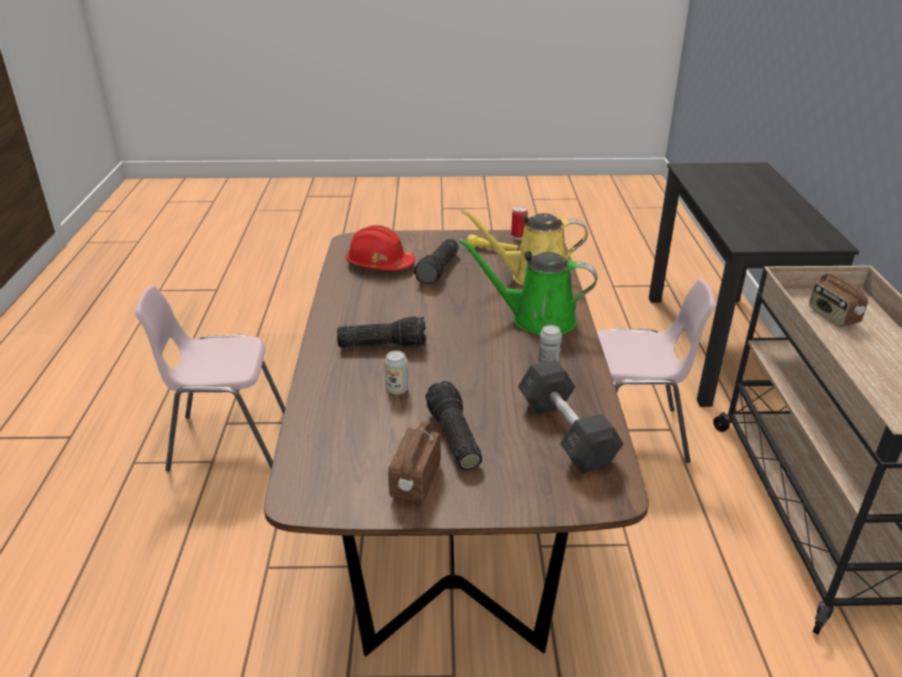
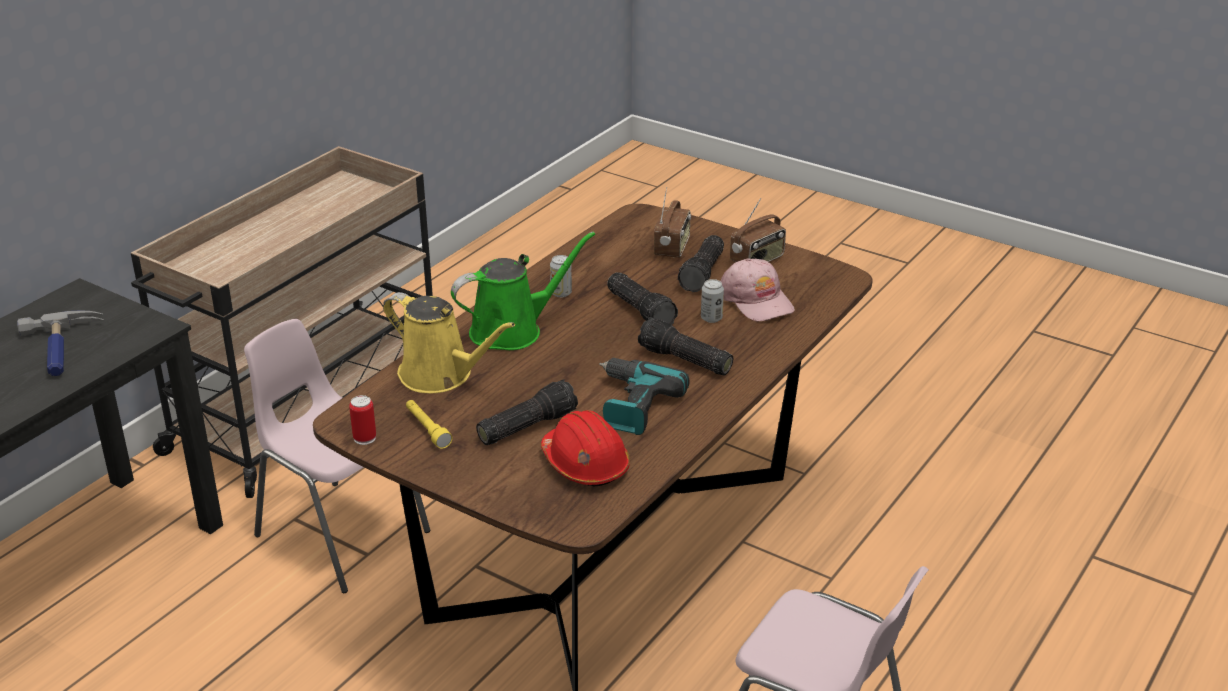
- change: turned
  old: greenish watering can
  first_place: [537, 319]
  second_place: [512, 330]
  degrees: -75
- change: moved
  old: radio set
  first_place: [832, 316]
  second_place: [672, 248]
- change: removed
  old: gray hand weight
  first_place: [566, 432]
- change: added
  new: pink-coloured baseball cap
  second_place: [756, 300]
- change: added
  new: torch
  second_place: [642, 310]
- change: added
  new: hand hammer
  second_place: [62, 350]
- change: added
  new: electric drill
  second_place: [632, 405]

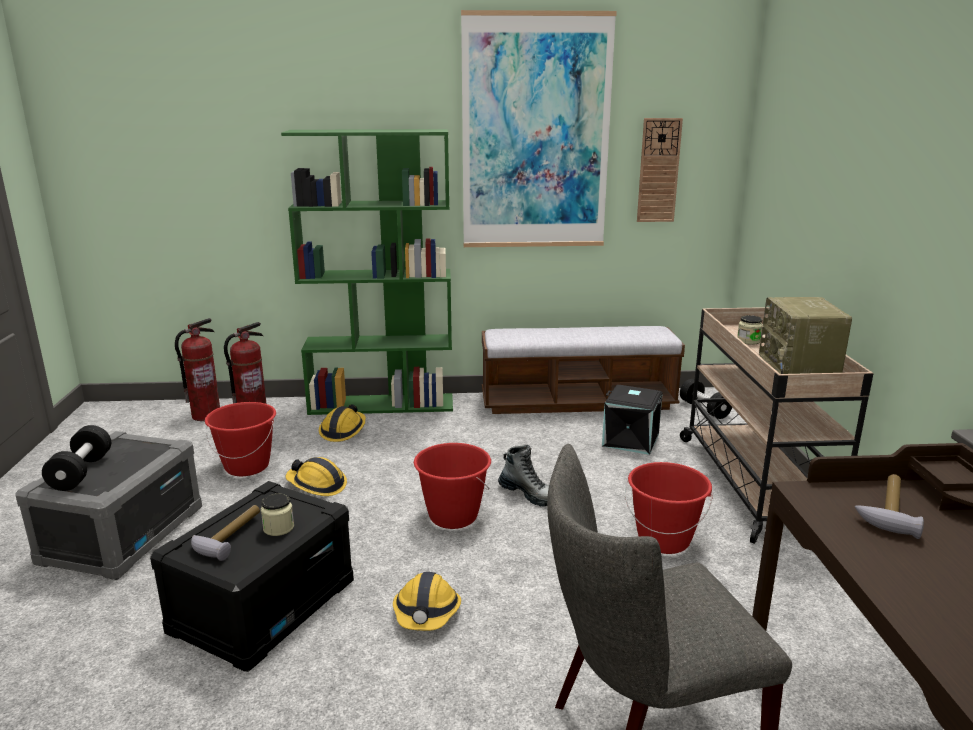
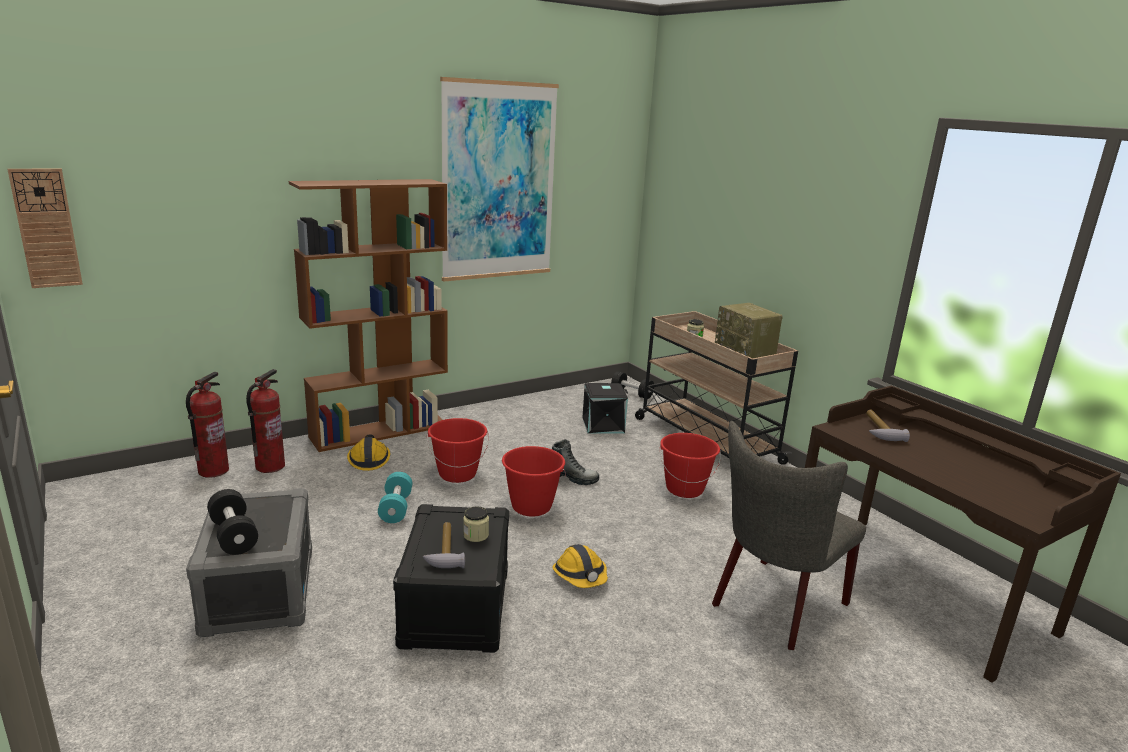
- change: moved
  old: clock on the wall
  first_place: [658, 170]
  second_place: [46, 228]
- change: recoloured
  old: greenish bookshelf
  new: brown bookshelf
  first_place: [382, 404]
  second_place: [380, 431]
- change: removed
  old: long seat
  first_place: [577, 402]
- change: moved
  old: reddish water bucket
  first_place: [247, 466]
  second_place: [457, 474]
- change: replaced
  old: hard hat
  new: turquoise hand weight
  first_place: [317, 485]
  second_place: [396, 508]

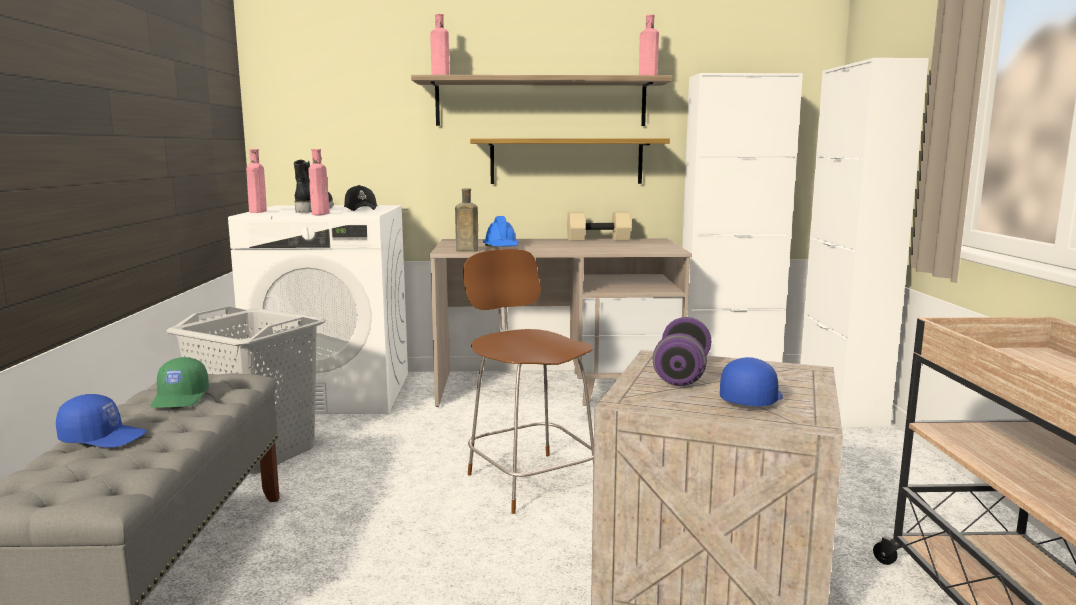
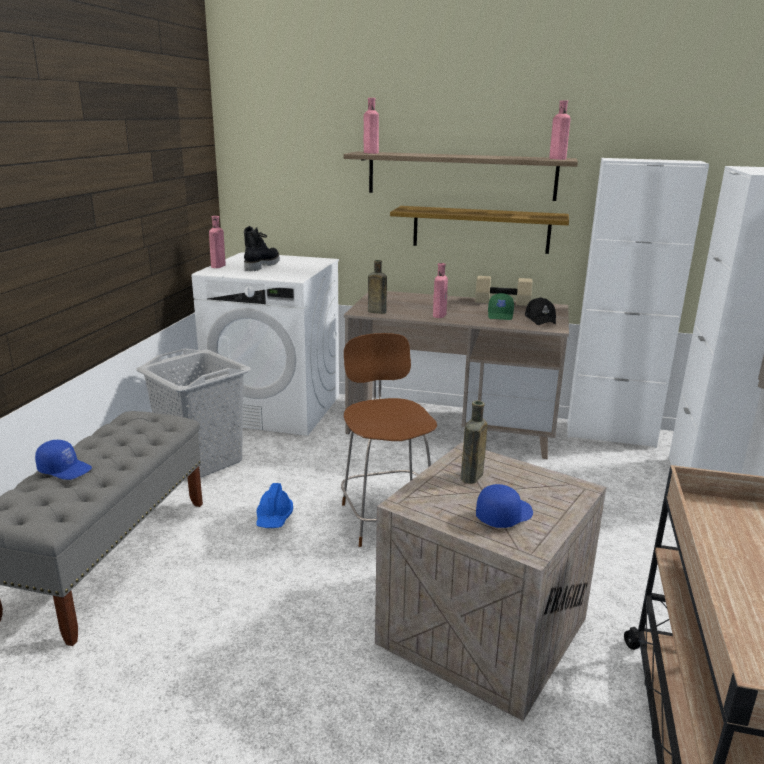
- change: moved
  old: pink-coloured beverage bottle
  first_place: [321, 214]
  second_place: [439, 315]
- change: moved
  old: black-coloured baseball cap
  first_place: [361, 209]
  second_place: [540, 319]
- change: moved
  old: blue-coloured hard hat
  first_place: [501, 248]
  second_place: [274, 517]
- change: replaced
  old: purplish hand weight
  new: brown beverage bottle
  first_place: [682, 374]
  second_place: [471, 477]
- change: moved
  old: greenish baseball cap
  first_place: [181, 398]
  second_place: [501, 315]

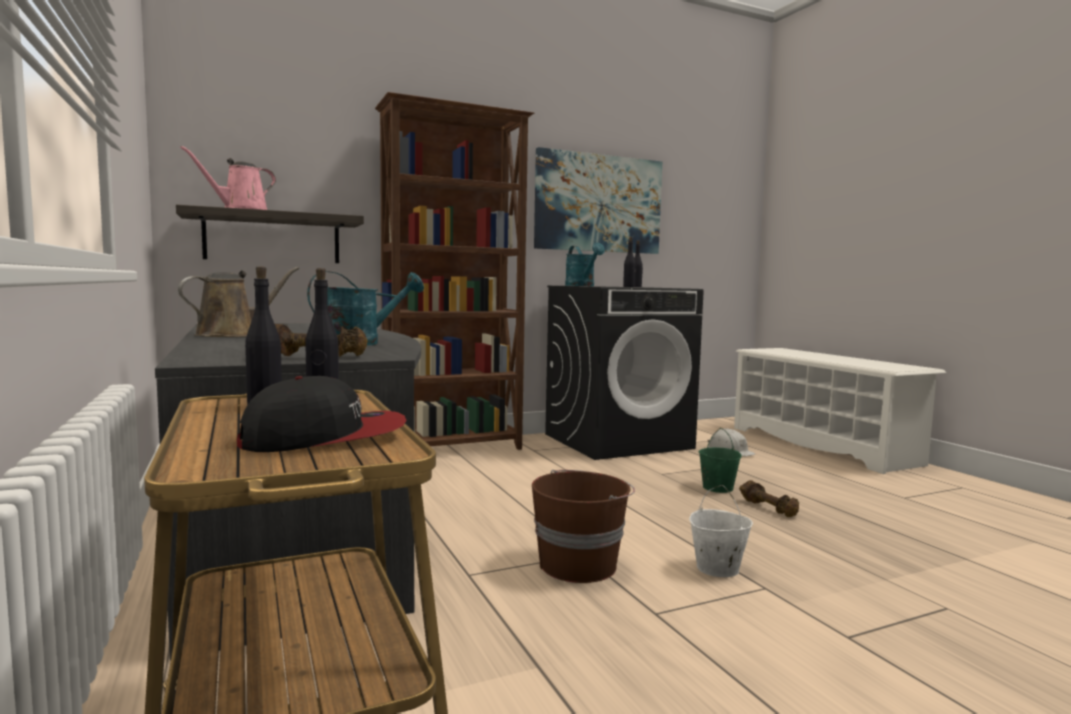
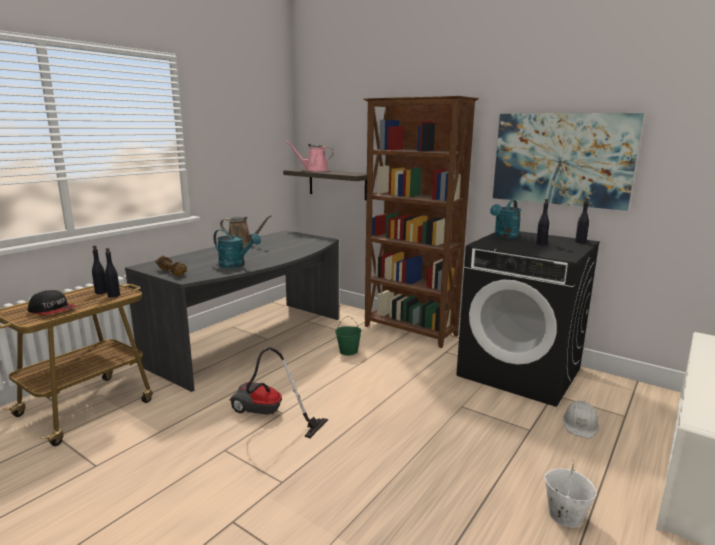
- change: moved
  old: greenish water bucket
  first_place: [717, 488]
  second_place: [348, 351]
- change: replaced
  old: brown water bucket
  new: vacuum
  first_place: [579, 565]
  second_place: [267, 415]
- change: removed
  old: brown hand weight
  first_place: [769, 508]
- change: moved
  old: white water bucket
  first_place: [717, 569]
  second_place: [564, 515]

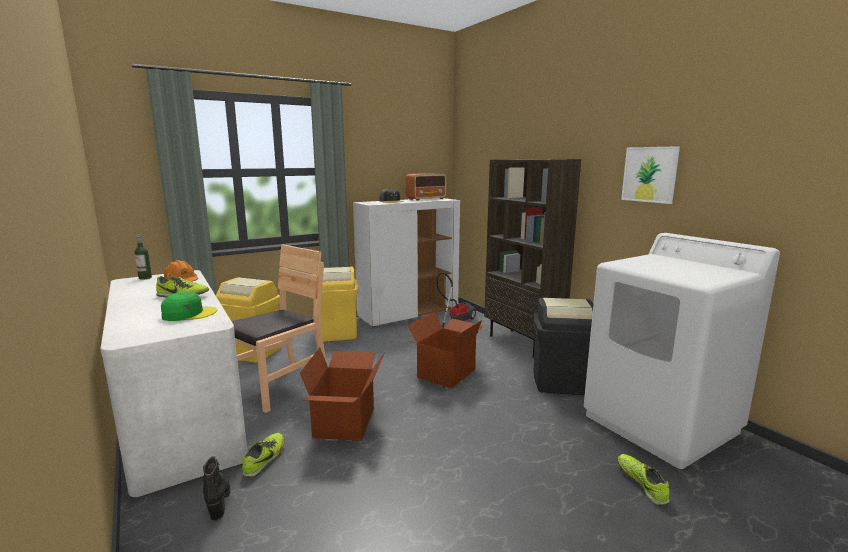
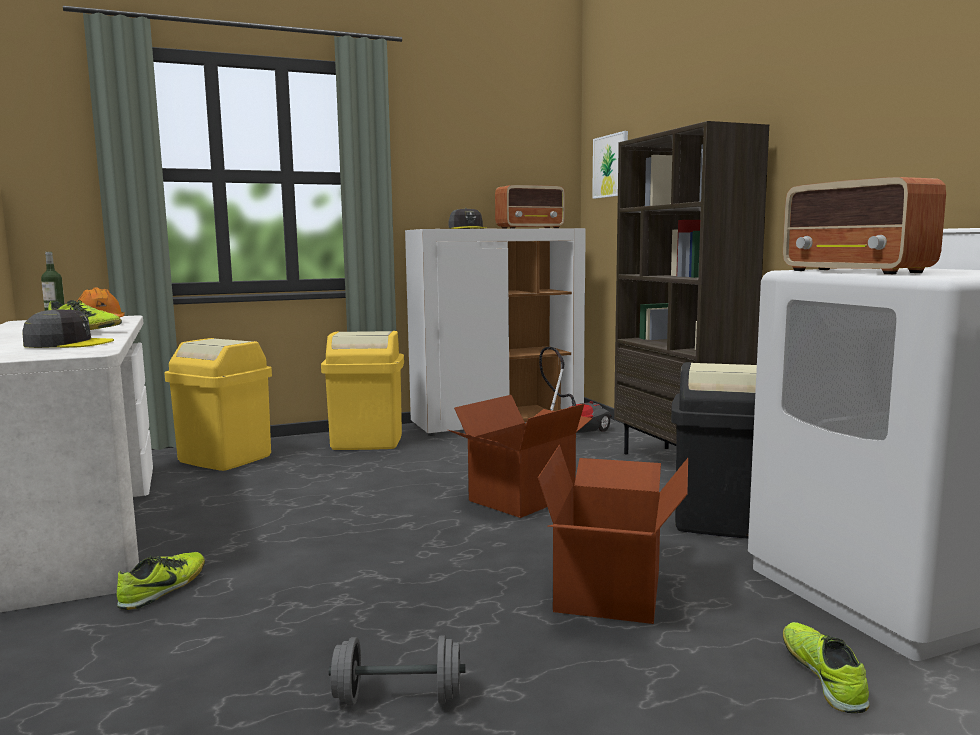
- change: moved
  old: wall picture
  first_place: [649, 174]
  second_place: [611, 166]
- change: removed
  old: brown plain chair
  first_place: [279, 385]
- change: recoloured
  old: greenish baseball cap
  new: gray baseball cap
  first_place: [189, 314]
  second_place: [68, 344]
- change: moved
  old: carton
  first_place: [346, 422]
  second_place: [611, 591]
- change: removed
  old: black-coloured high-top boot
  first_place: [218, 499]
- change: added
  new: radio set
  second_place: [856, 271]
- change: added
  new: gray hand weight
  second_place: [398, 698]

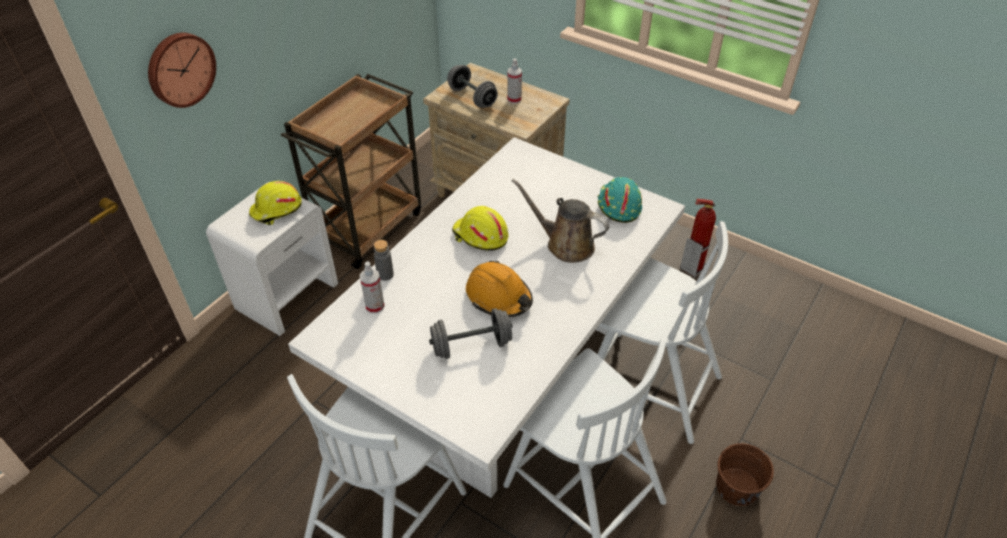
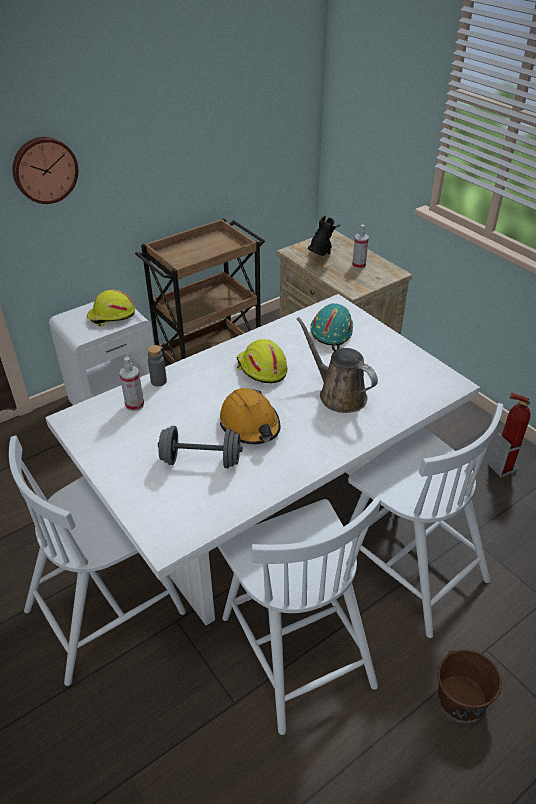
- change: replaced
  old: gray hand weight
  new: black-coloured high-top boot
  first_place: [472, 97]
  second_place: [320, 257]
- change: moved
  old: turquoise hard hat
  first_place: [618, 205]
  second_place: [331, 331]

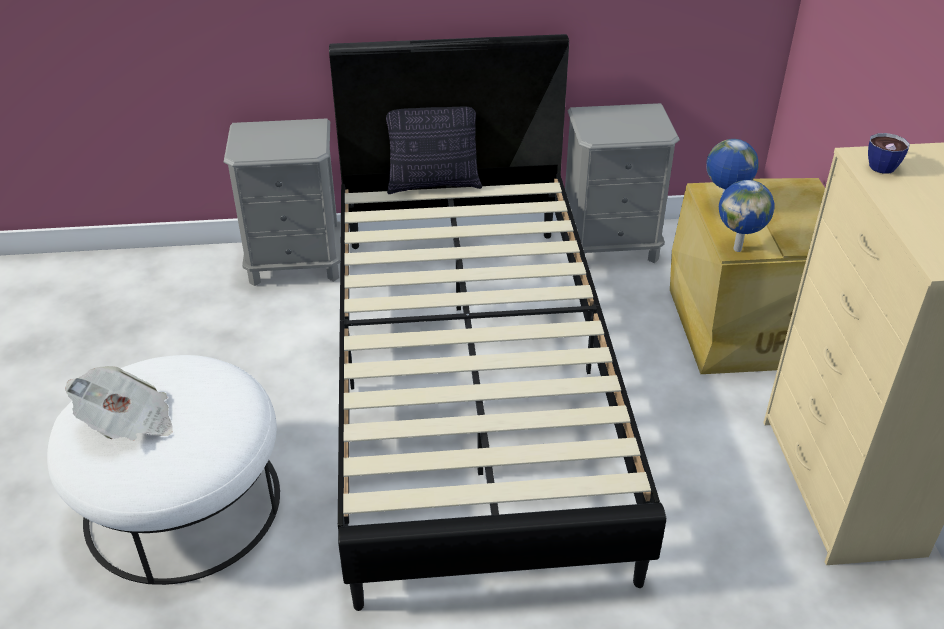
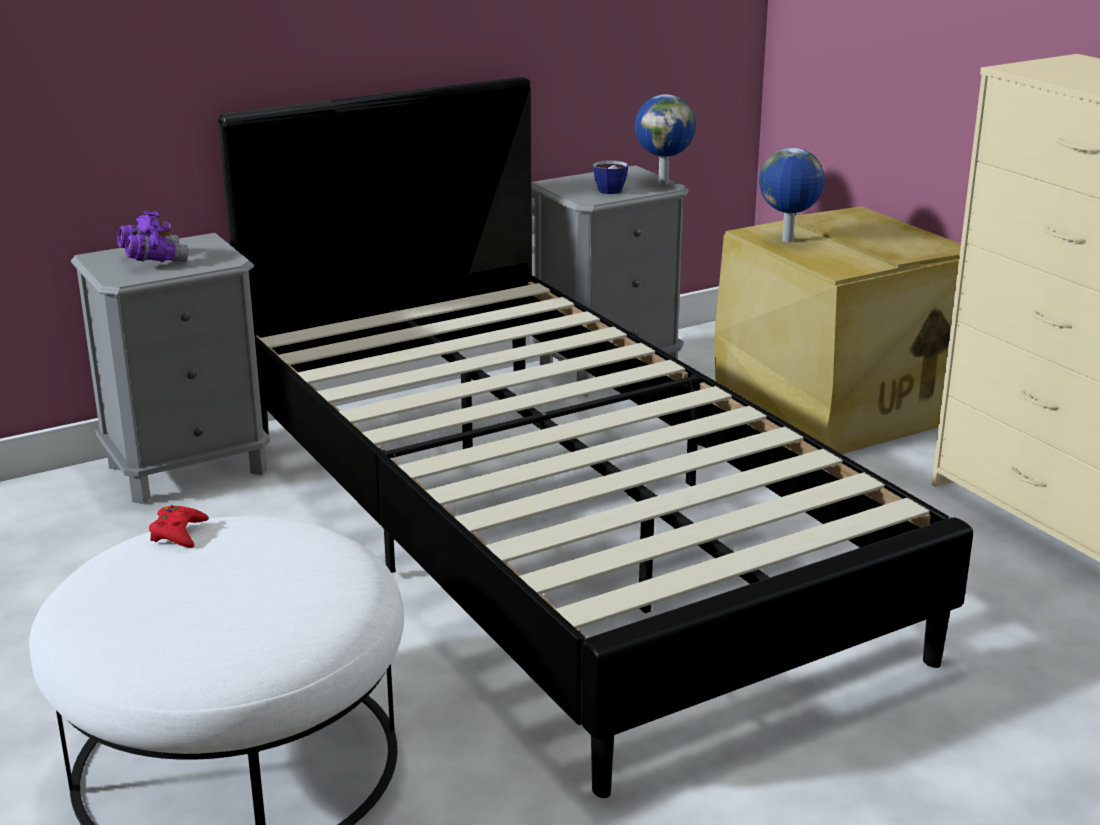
- change: removed
  old: pillow
  first_place: [434, 184]
- change: moved
  old: drinking cup
  first_place: [882, 164]
  second_place: [609, 189]
- change: moved
  old: desk globe
  first_place: [738, 248]
  second_place: [663, 183]
- change: removed
  old: newspaper
  first_place: [128, 423]
- change: added
  new: purplish pair of binoculars
  second_place: [153, 260]
- change: added
  new: reddish game controller
  second_place: [178, 533]

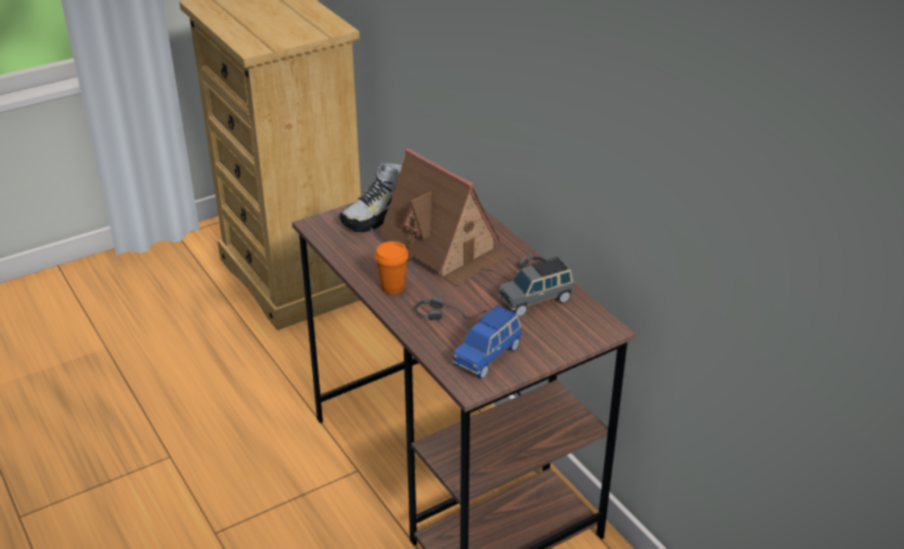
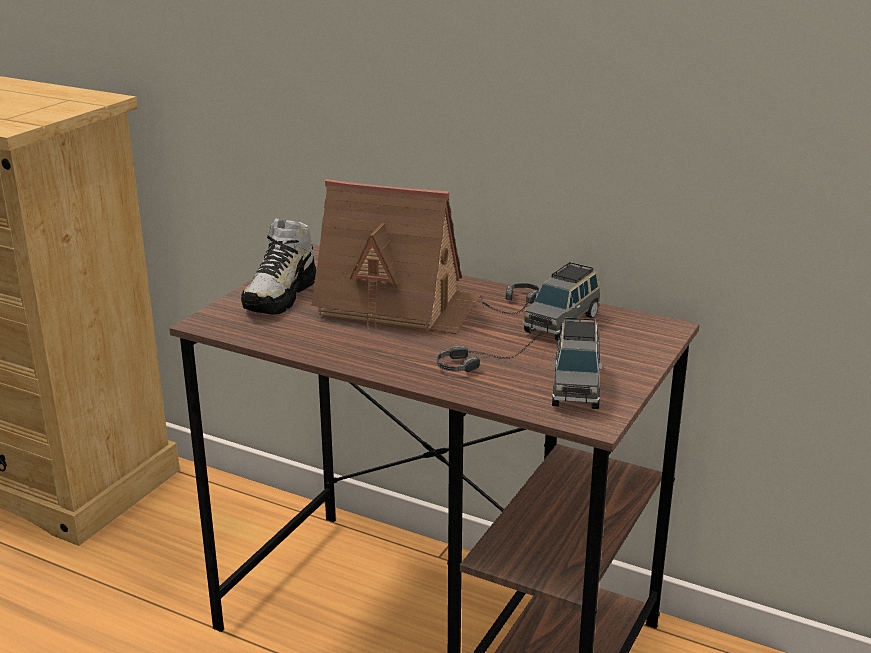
- change: removed
  old: orange-coloured drinking cup
  first_place: [392, 287]
- change: recoloured
  old: blue-coloured miniature car
  new: gray miniature car
  first_place: [488, 356]
  second_place: [576, 387]

